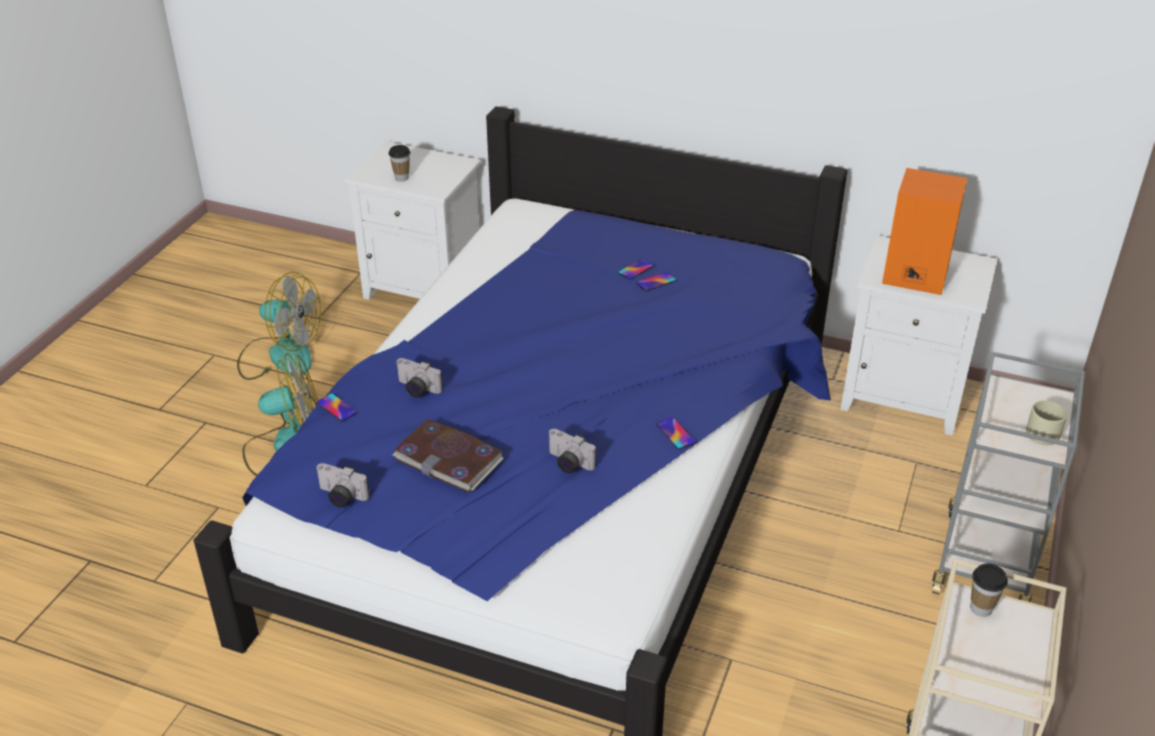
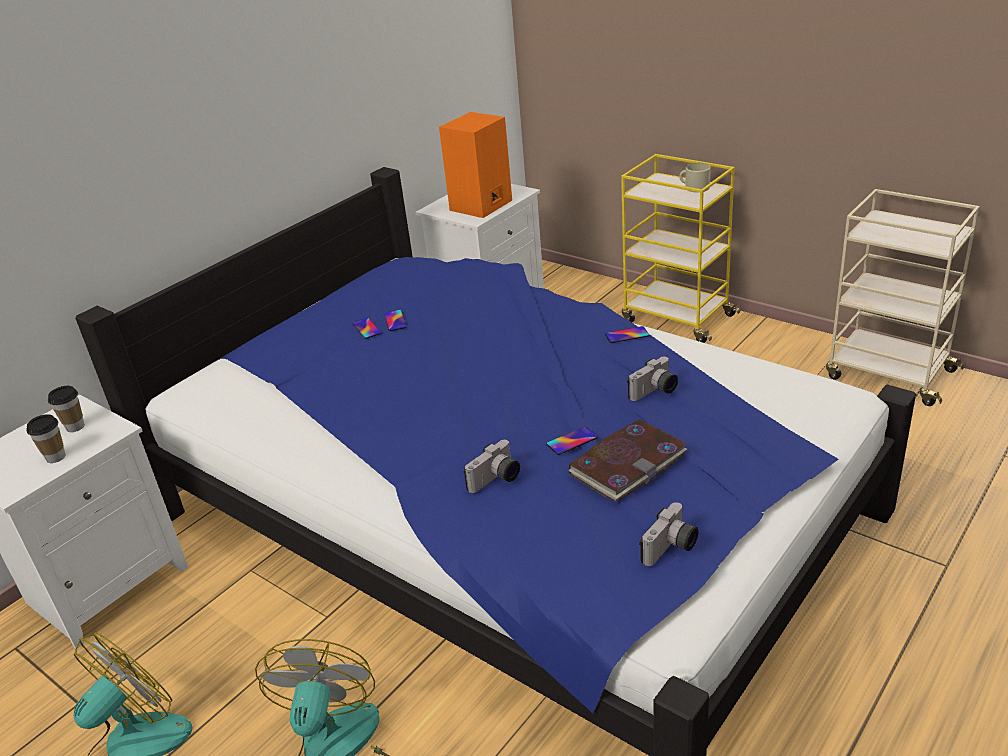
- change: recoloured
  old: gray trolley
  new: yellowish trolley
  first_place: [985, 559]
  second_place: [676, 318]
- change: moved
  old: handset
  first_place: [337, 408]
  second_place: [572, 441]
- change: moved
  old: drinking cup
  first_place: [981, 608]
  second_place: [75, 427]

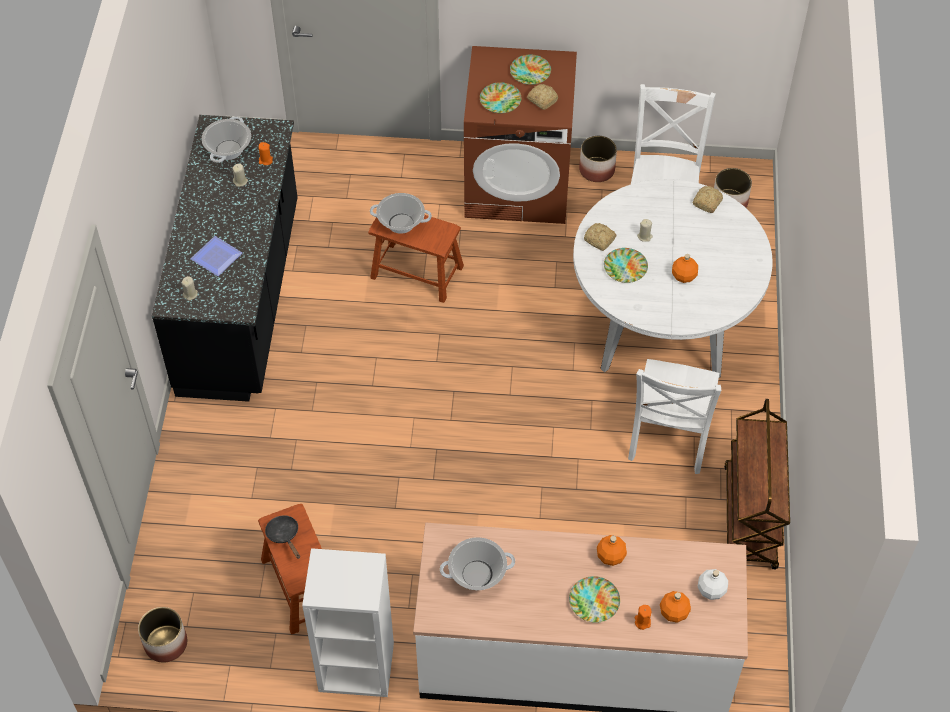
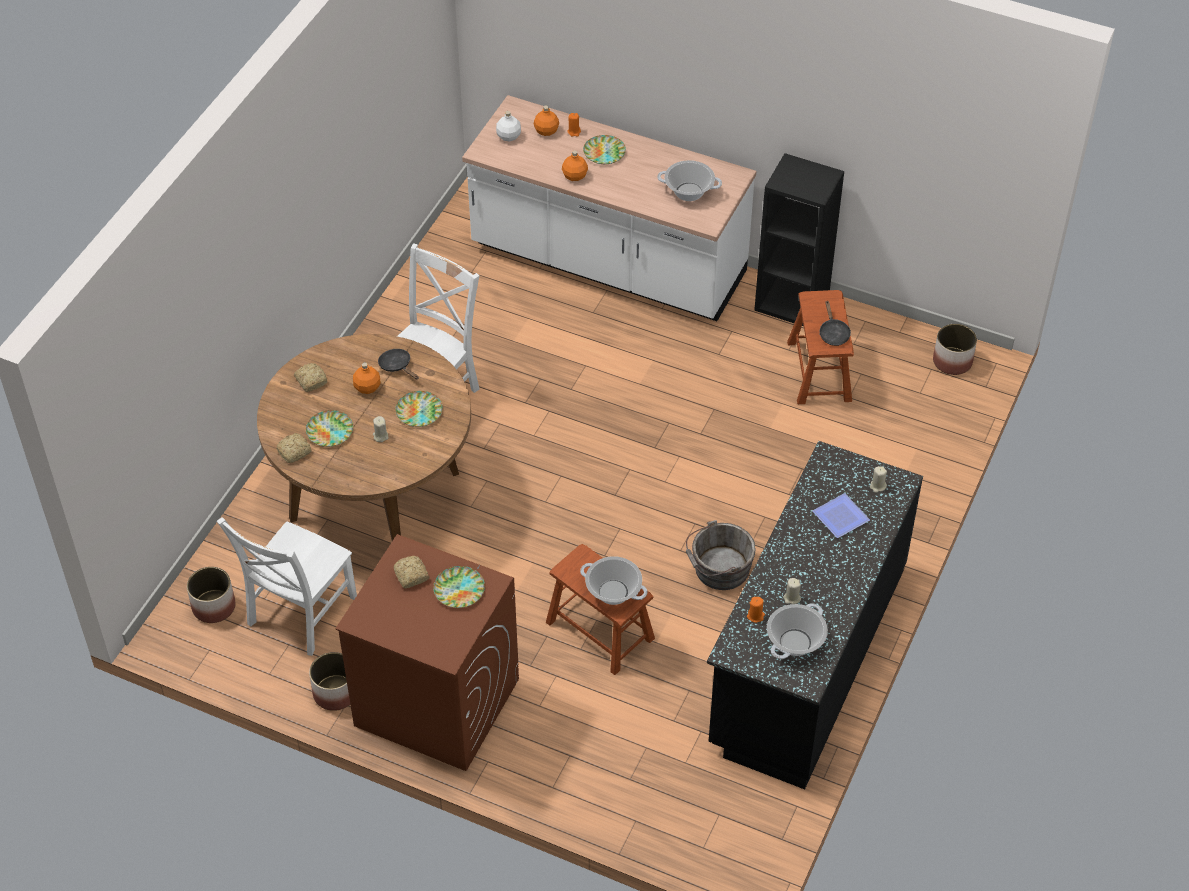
- change: moved
  old: flat dish
  first_place: [530, 72]
  second_place: [330, 431]
- change: recoloured
  old: white dining table
  new: brown dining table
  first_place: [661, 327]
  second_place: [375, 495]
- change: moved
  old: baked bread
  first_place: [600, 240]
  second_place: [311, 380]
- change: removed
  old: brown trolley
  first_place: [750, 518]
- change: recoloured
  old: white bookshelf
  new: black-coloured bookshelf
  first_place: [355, 668]
  second_place: [792, 302]
- change: added
  new: black-coloured skillet
  second_place: [397, 366]
- change: added
  new: gray water bucket
  second_place: [718, 569]

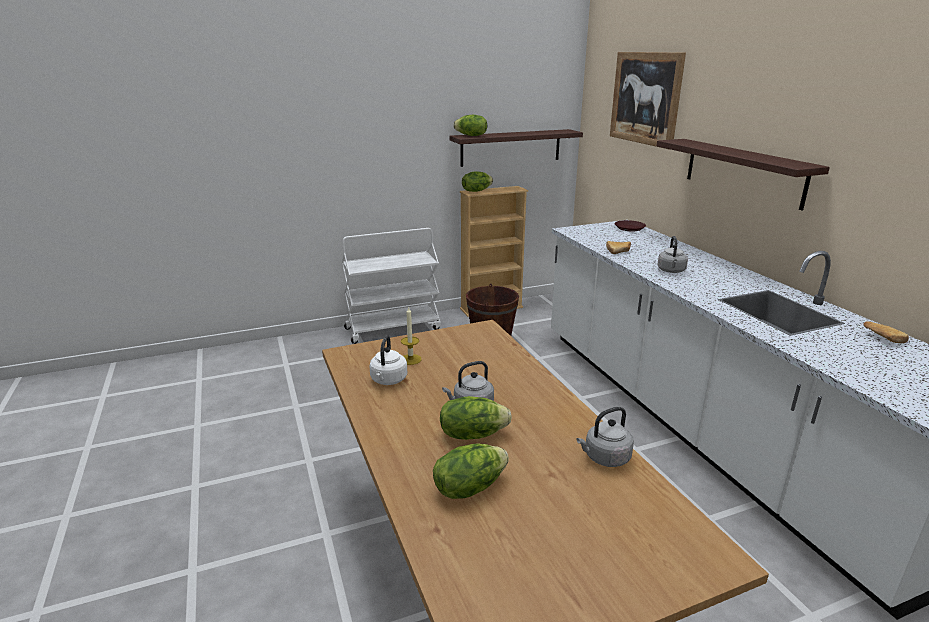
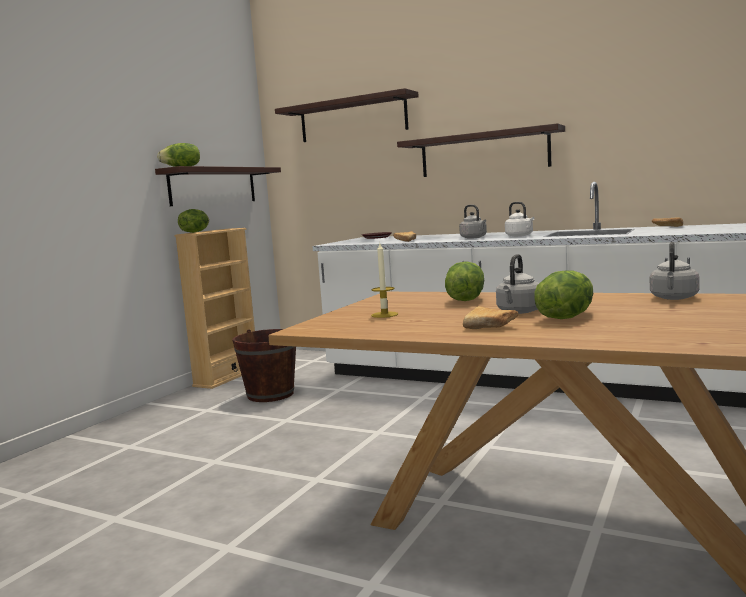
- change: replaced
  old: wall picture
  new: wall shelf
  first_place: [645, 98]
  second_place: [352, 119]
- change: removed
  old: white trolley
  first_place: [393, 328]
- change: moved
  old: white tea kettle
  first_place: [388, 380]
  second_place: [520, 236]
- change: moved
  old: head of lettuce
  first_place: [469, 487]
  second_place: [465, 299]
- change: added
  new: baked bread
  second_place: [491, 327]

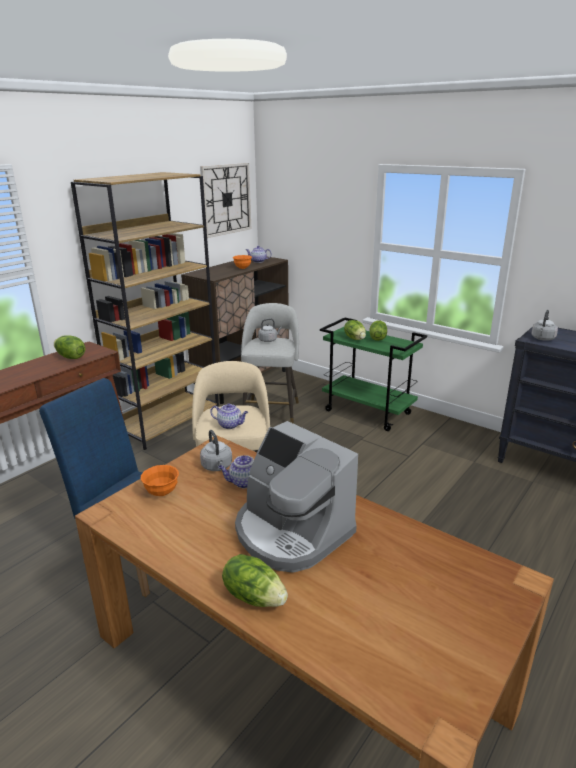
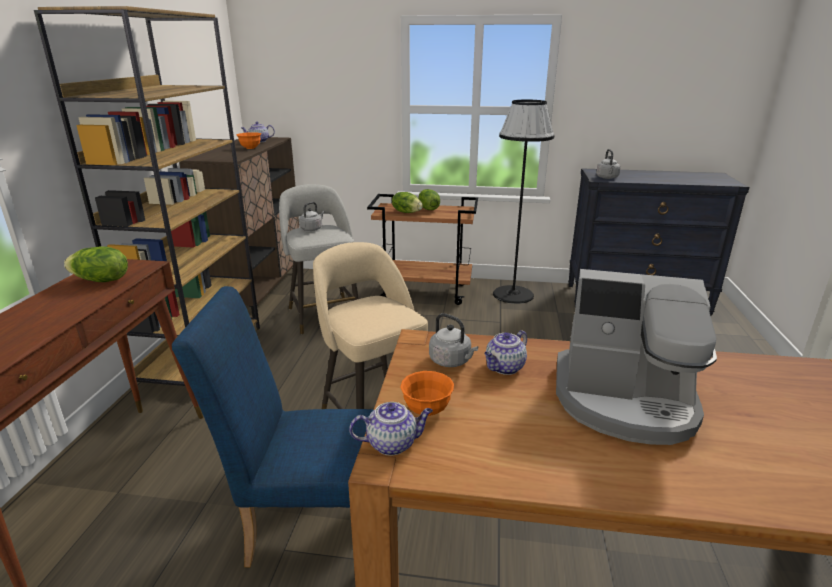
- change: removed
  old: clock on the wall
  first_place: [226, 199]
- change: recoloured
  old: greenish trolley
  new: brown trolley
  first_place: [368, 412]
  second_place: [424, 292]
- change: moved
  old: tea pot
  first_place: [230, 425]
  second_place: [393, 443]
- change: removed
  old: head of lettuce
  first_place: [254, 596]
- change: added
  new: black-coloured floor lamp
  second_place: [513, 294]

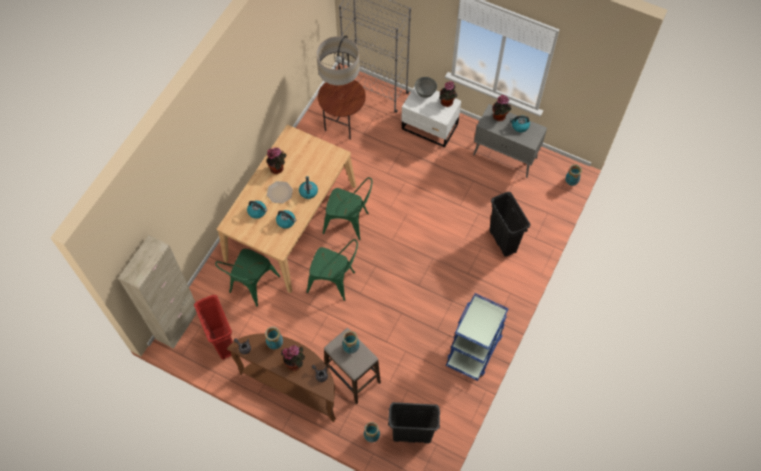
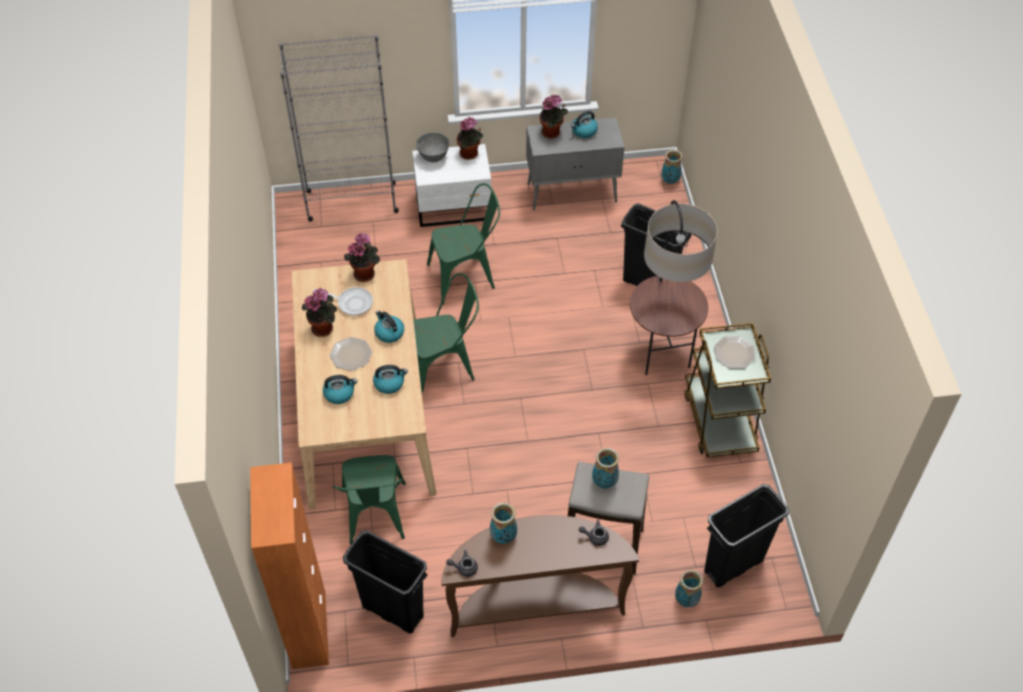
- change: moved
  old: floor lamp
  first_place: [343, 124]
  second_place: [661, 353]
- change: recoloured
  old: beige-coloured cupboard
  new: orange-coloured cupboard
  first_place: [177, 324]
  second_place: [309, 629]
- change: moved
  old: greenish plain chair
  first_place: [335, 282]
  second_place: [466, 276]
- change: recoloured
  old: blue-coloured trolley
  new: brown trolley
  first_place: [474, 348]
  second_place: [719, 420]
- change: recoloured
  old: reddish trash can
  new: black-coloured trash can
  first_place: [222, 341]
  second_place: [392, 611]
- change: moved
  old: potted plant
  first_place: [295, 363]
  second_place: [365, 273]
- change: added
  new: skillet
  second_place: [352, 303]
- change: added
  new: flat dish
  second_place: [734, 353]

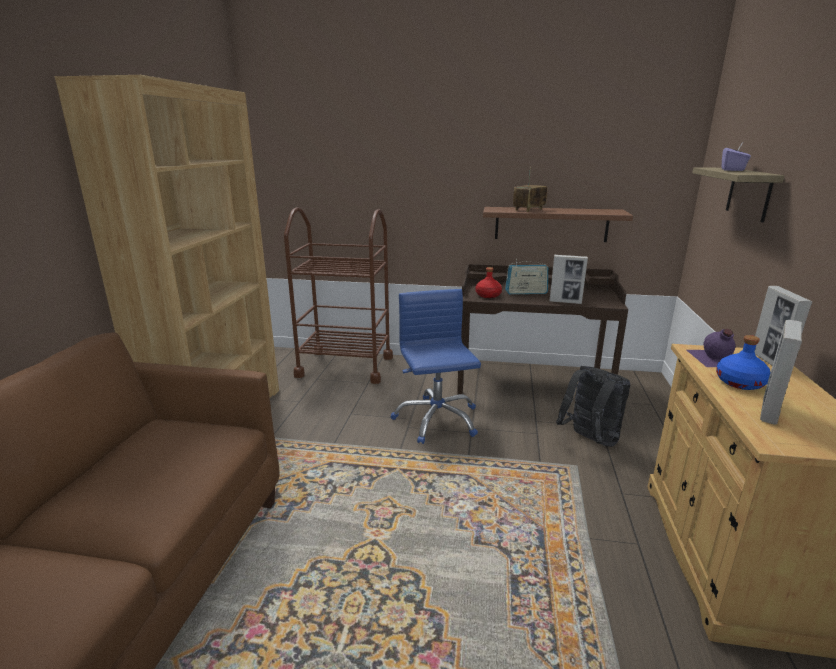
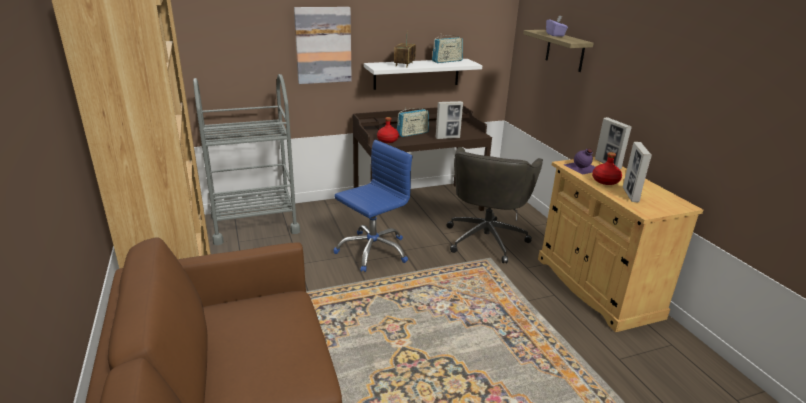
- change: recoloured
  old: brown wall shelf
  new: white wall shelf
  first_place: [551, 224]
  second_place: [416, 74]
- change: recoloured
  old: brown trolley
  new: gray trolley
  first_place: [345, 366]
  second_place: [254, 224]
- change: turned
  old: blue-coloured desk chair
  first_place: [436, 419]
  second_place: [372, 251]
  degrees: 90
- change: recoloured
  old: blue-coloured beverage bottle
  new: reddish beverage bottle
  first_place: [740, 383]
  second_place: [605, 181]
- change: replaced
  old: black-coloured rucksack
  new: gray desk chair
  first_place: [590, 440]
  second_place: [486, 238]
- change: added
  new: wall picture
  second_place: [323, 45]
- change: added
  new: radio set
  second_place: [447, 61]

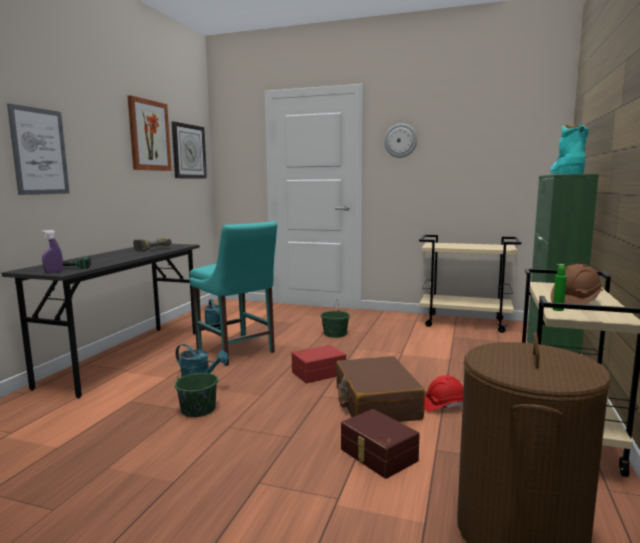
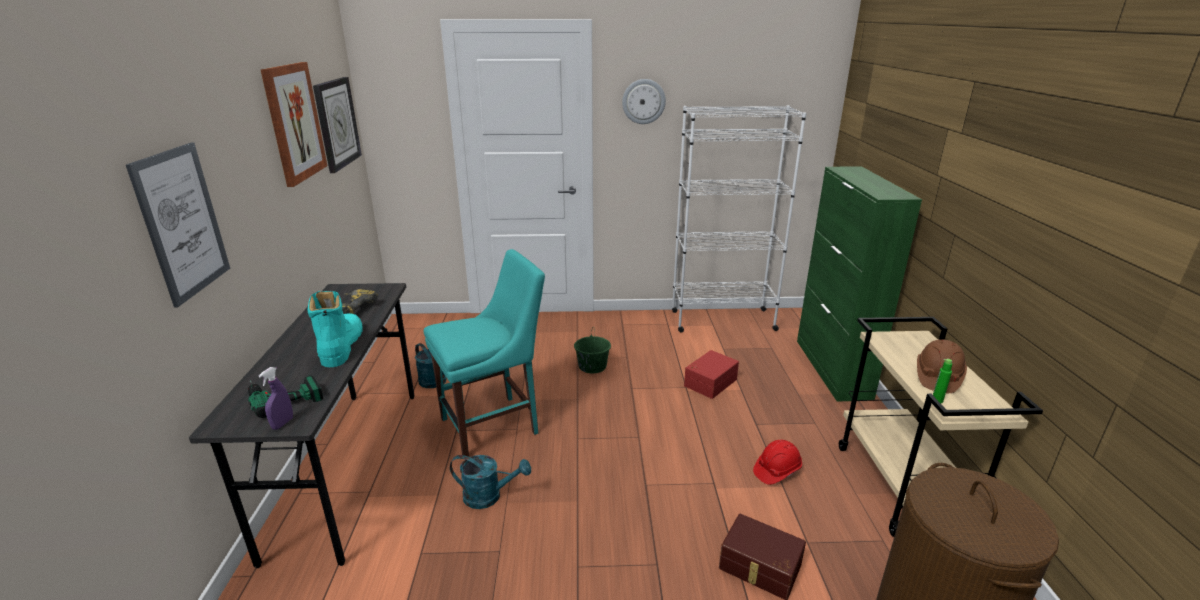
- change: moved
  old: turquoise high-top boot
  first_place: [566, 174]
  second_place: [341, 346]
- change: turned
  old: turquoise plain chair
  first_place: [237, 352]
  second_place: [494, 424]
  degrees: -60
- change: replaced
  old: beige-coloured trolley
  new: white bookshelf
  first_place: [465, 323]
  second_place: [722, 320]
- change: moved
  old: reddish storage bin
  first_place: [318, 372]
  second_place: [709, 382]
- change: removed
  old: brown piece of luggage
  first_place: [376, 403]
- change: removed
  old: greenish water bucket
  first_place: [198, 409]

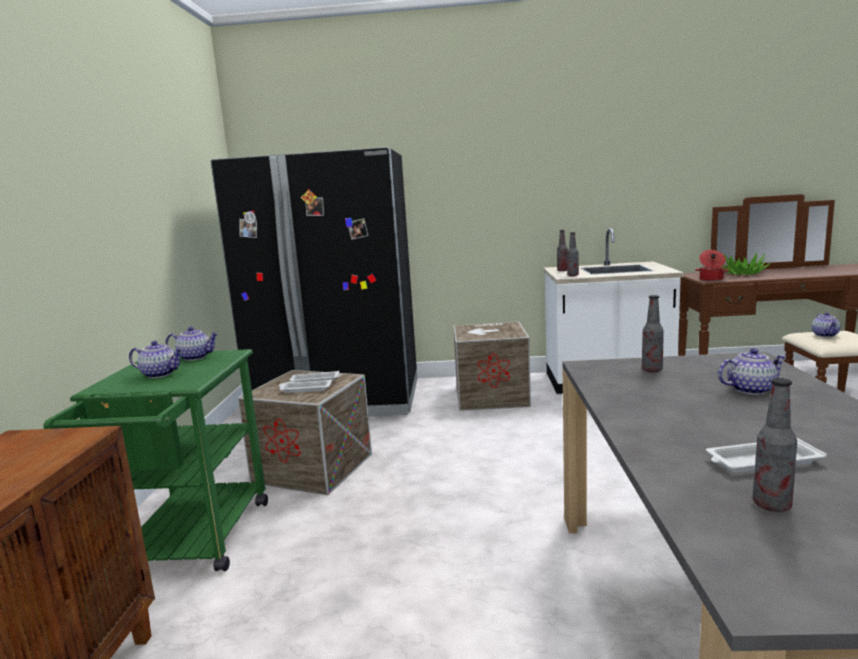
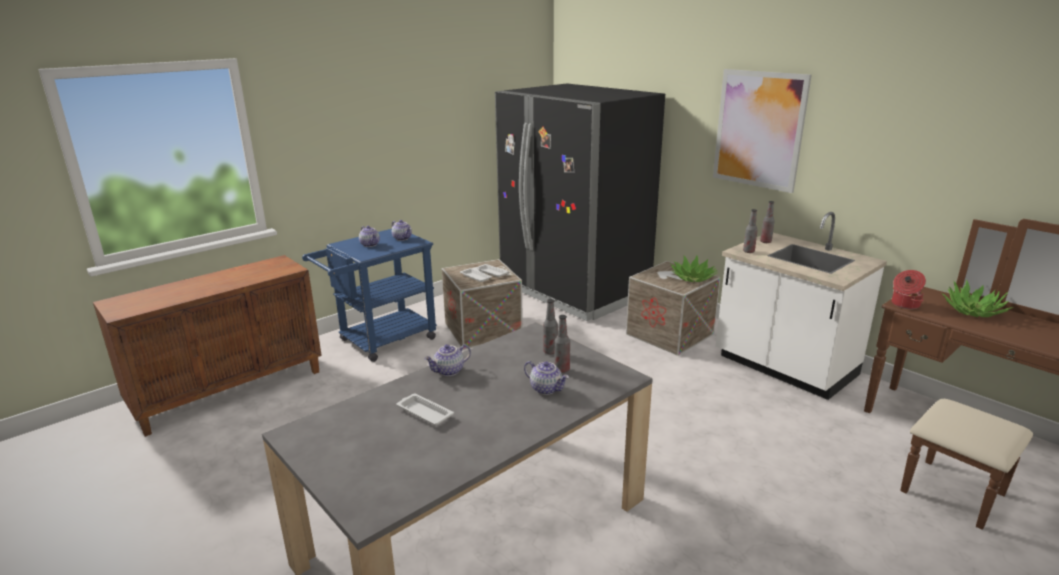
- change: moved
  old: tea pot
  first_place: [825, 335]
  second_place: [449, 371]
- change: recoloured
  old: greenish trolley
  new: blue-coloured trolley
  first_place: [190, 544]
  second_place: [380, 342]
- change: moved
  old: beverage bottle
  first_place: [771, 505]
  second_place: [562, 369]
- change: added
  new: wall picture
  second_place: [759, 129]
- change: added
  new: potted plant
  second_place: [692, 278]

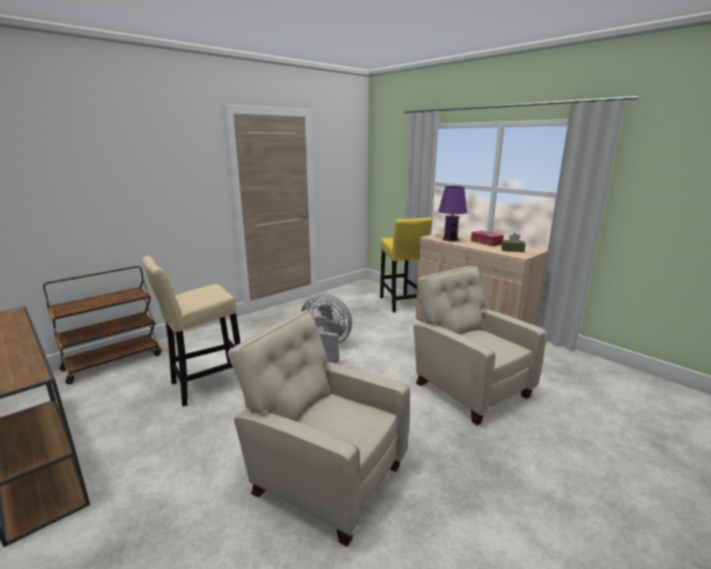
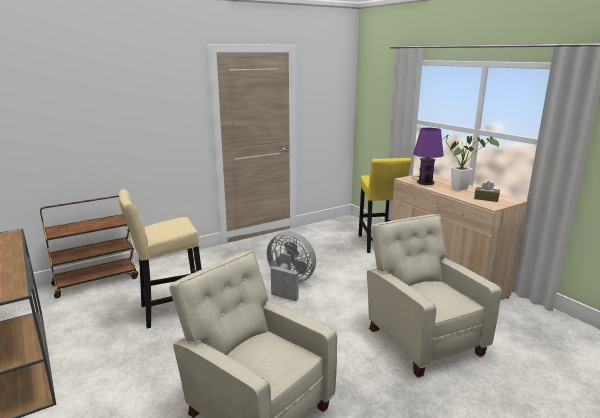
- change: replaced
  old: tissue box
  new: potted plant
  first_place: [486, 242]
  second_place: [462, 188]

